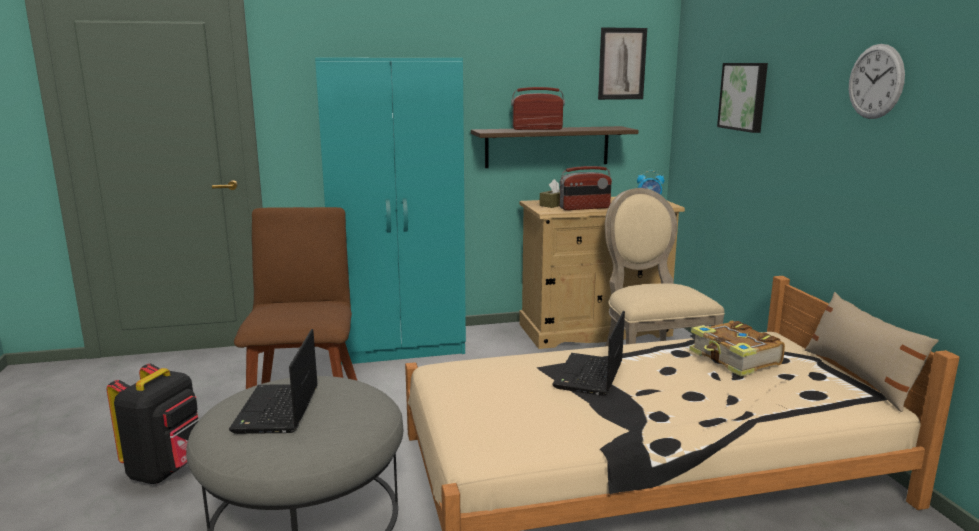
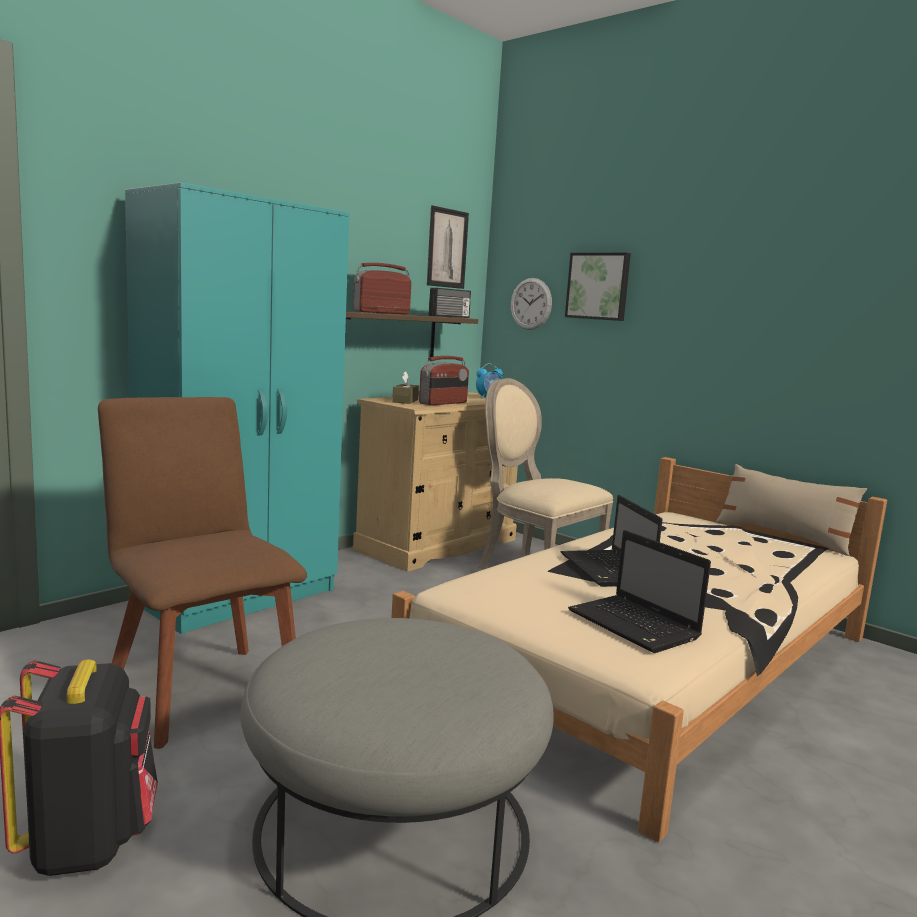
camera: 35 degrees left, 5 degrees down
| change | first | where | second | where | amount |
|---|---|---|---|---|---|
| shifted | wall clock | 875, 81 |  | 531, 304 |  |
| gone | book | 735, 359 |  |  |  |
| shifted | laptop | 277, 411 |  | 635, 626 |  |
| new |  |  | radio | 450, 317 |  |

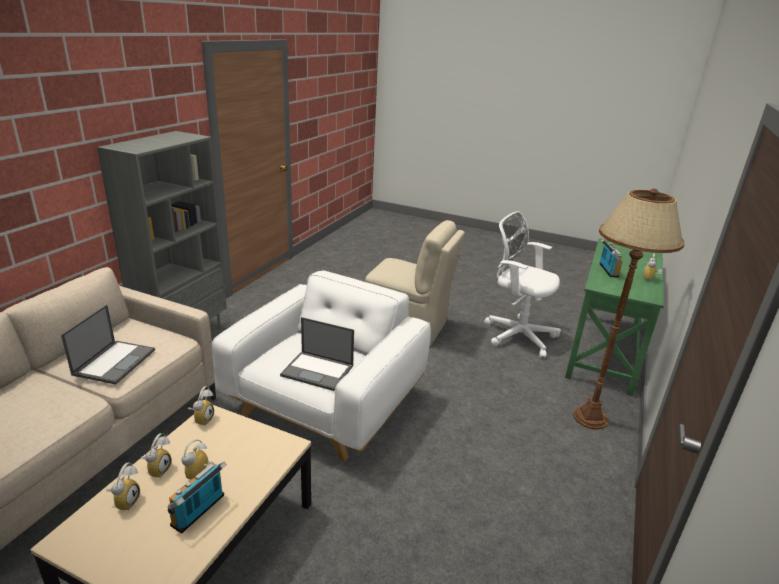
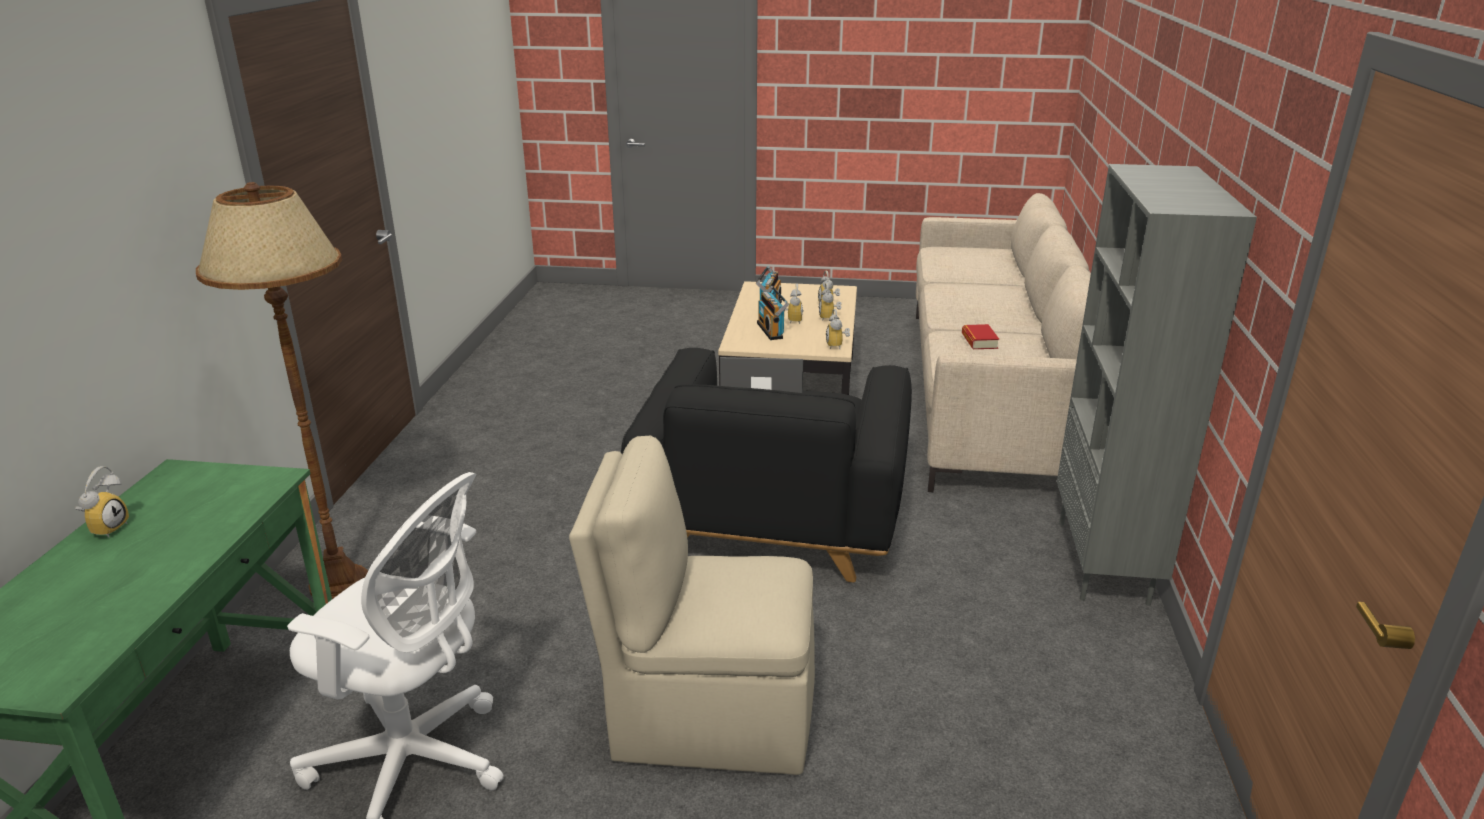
camera: 165 degrees right, 0 degrees up
| change | first | where | second | where | amount |
|---|---|---|---|---|---|
| shifted | radio | 607, 270 |  | 772, 330 |  |
| repainted | white armchair | 326, 403 | black armchair | 773, 517 |  |
| swapped | laptop | 115, 361 | book | 979, 341 |  |

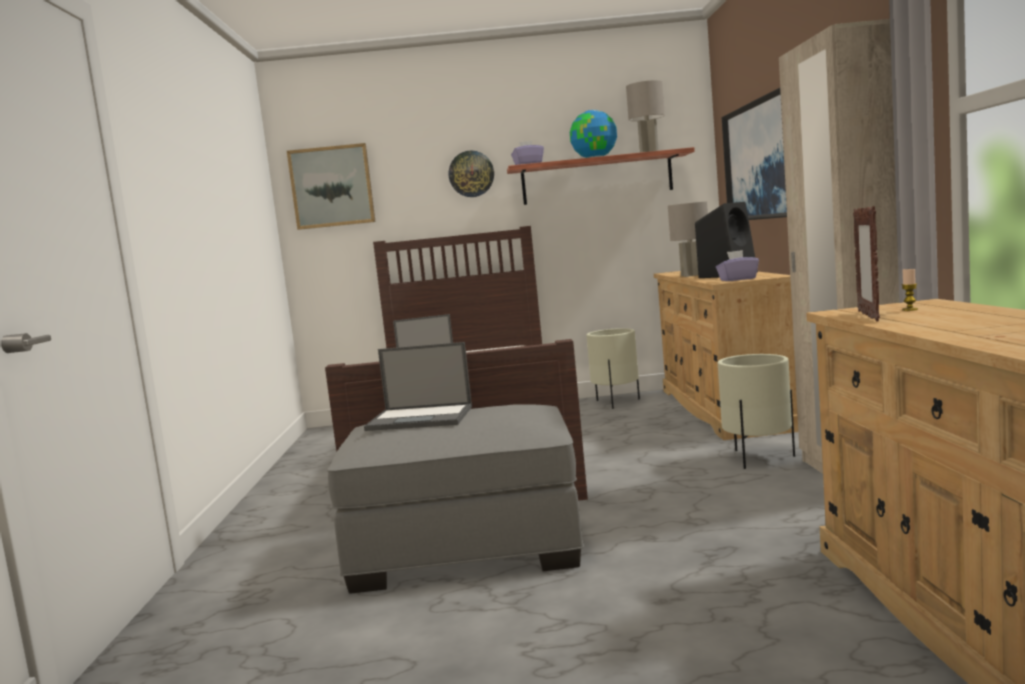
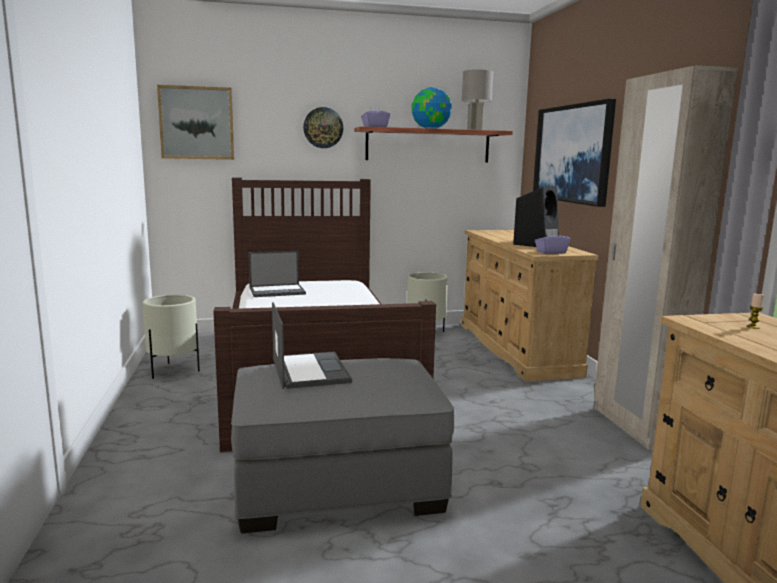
camera: 10 degrees left, 5 degrees up
| change | first | where | second | where | amount |
|---|---|---|---|---|---|
| gone | grey table lamp | 692, 275 |  |  |  |
| gone | picture frame | 868, 316 |  |  |  |
| rotated | laptop | 422, 418 |  | 309, 370 | 105 degrees counterclockwise |
| shifted | beige planter | 757, 458 |  | 173, 371 |  |

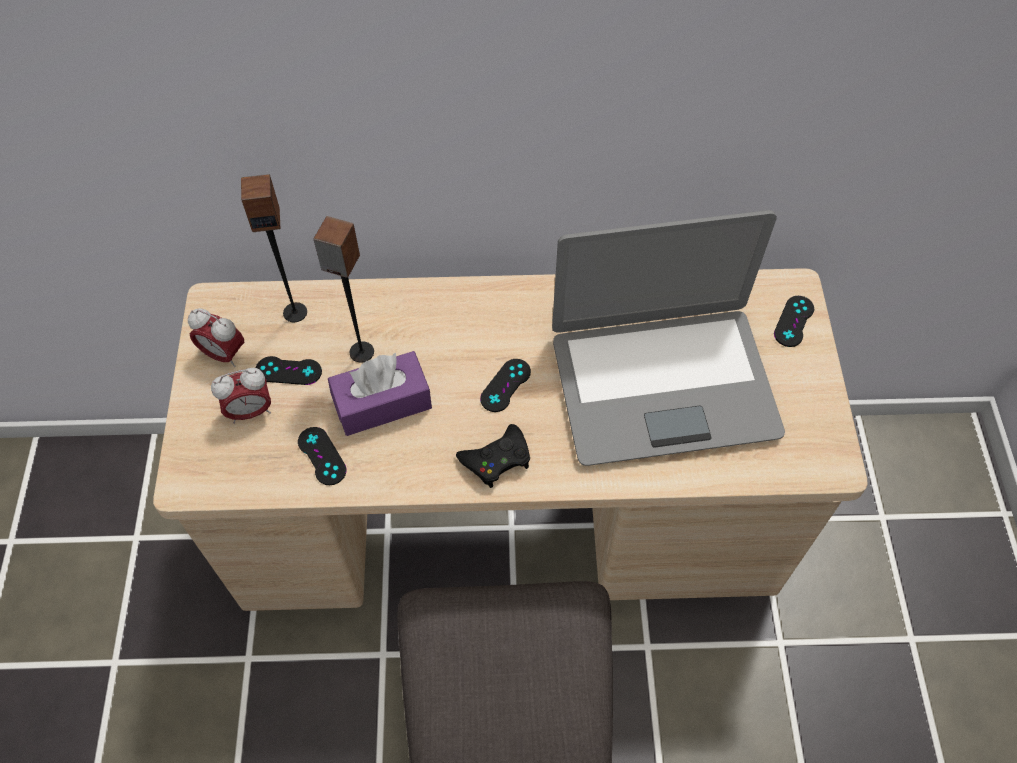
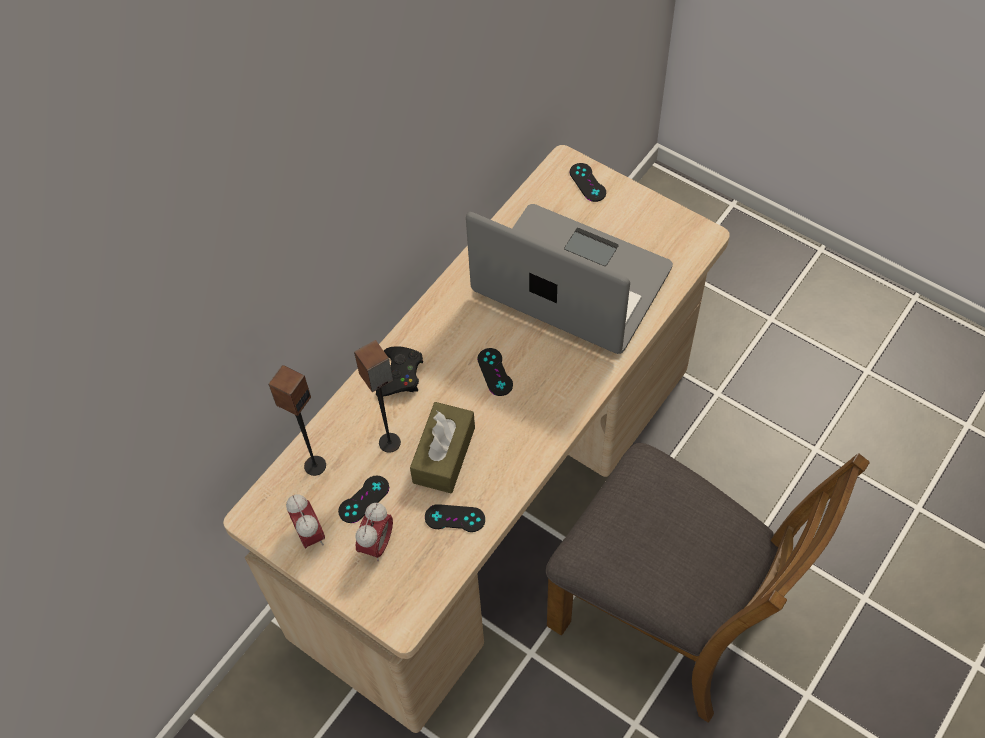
camera: 50 degrees left, 0 degrees up
| change | first | where | second | where | amount |
|---|---|---|---|---|---|
| rotated | laptop | 663, 383 |  | 571, 283 | 90 degrees counterclockwise |
| rotated | alarm clock | 224, 354 |  | 310, 534 | 90 degrees counterclockwise |
| repainted | purple tissue box | 382, 403 | brown tissue box | 444, 455 |  |
| shifted | black game controller | 497, 459 |  | 400, 375 |  |

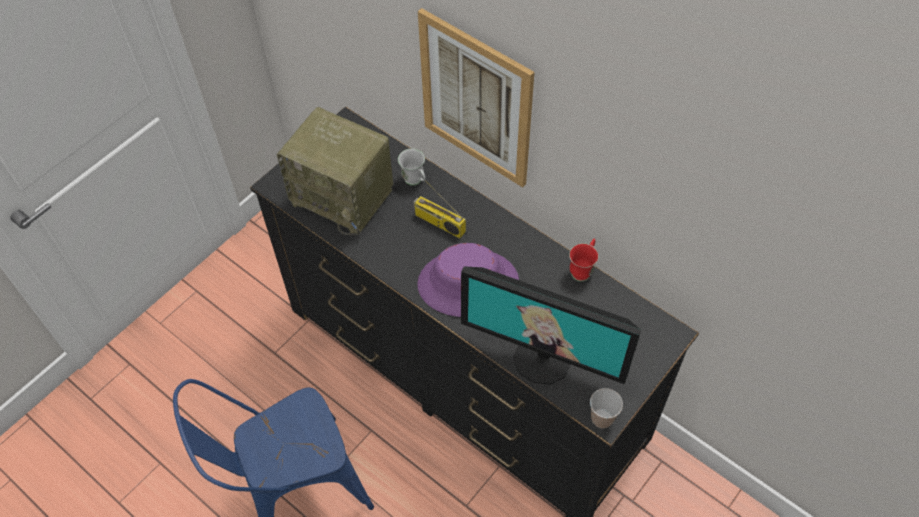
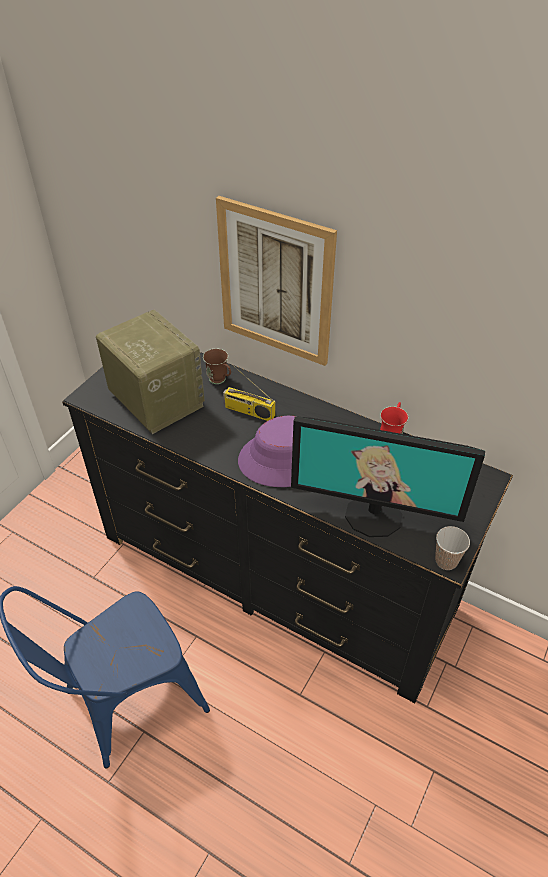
camera: 10 degrees left, 10 degrees down
| change | first | where | second | where | amount |
|---|---|---|---|---|---|
| rotated | radio | 344, 196 |  | 154, 399 | 150 degrees counterclockwise |
| repainted | white mug | 415, 182 | brown mug | 220, 381 |  |

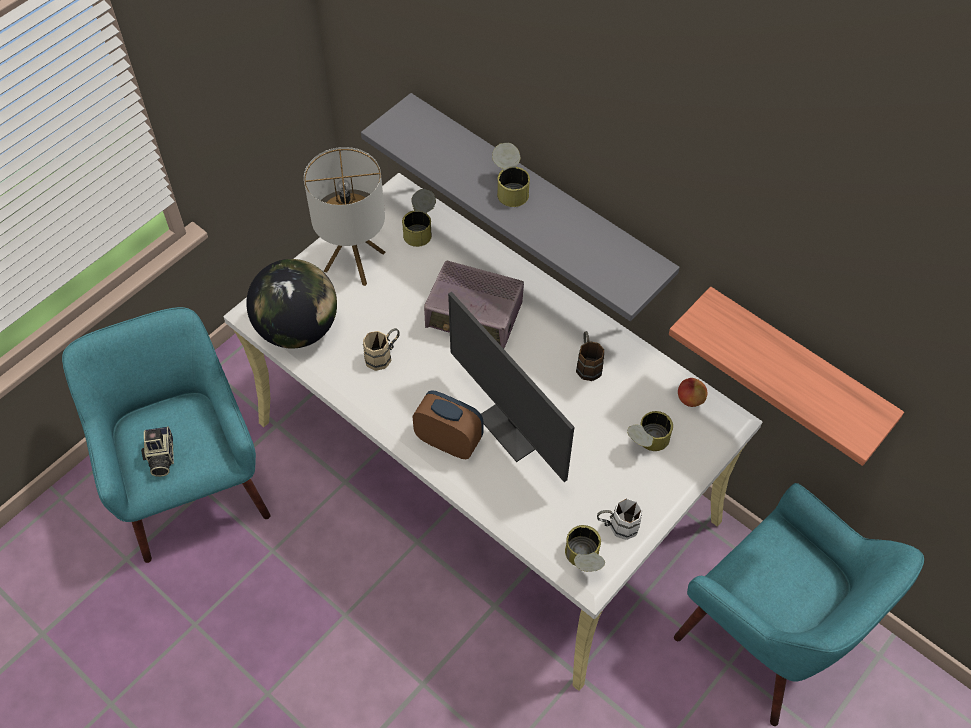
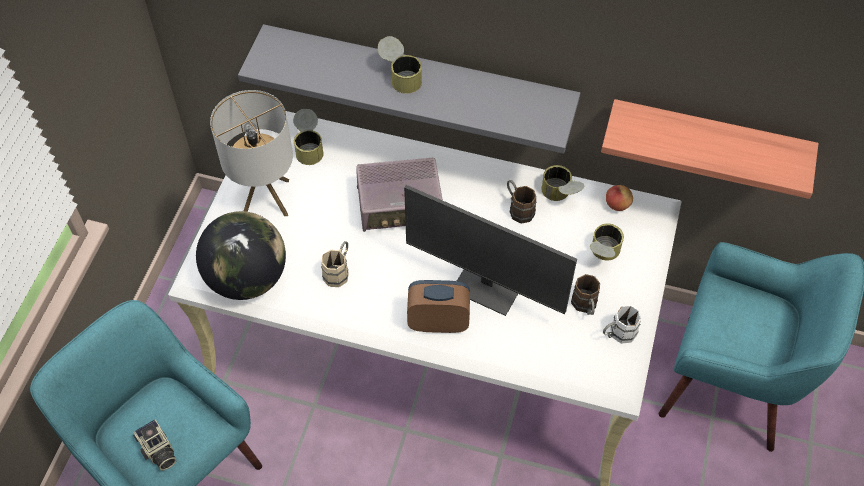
camera: 25 degrees left, 0 degrees up
| change | first | where | second | where | amount |
|---|---|---|---|---|---|
| shifted | can | 583, 561 |  | 560, 195 |  |
| new |  |  | brown mug | 585, 307 |  |

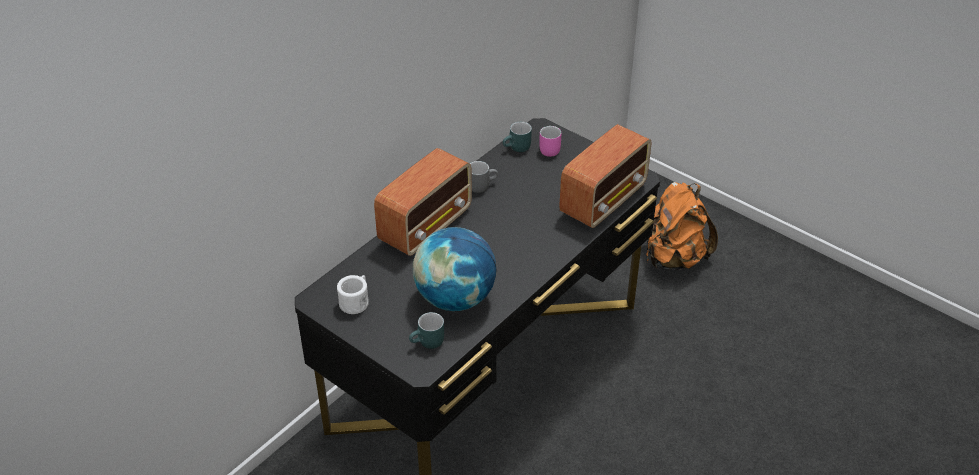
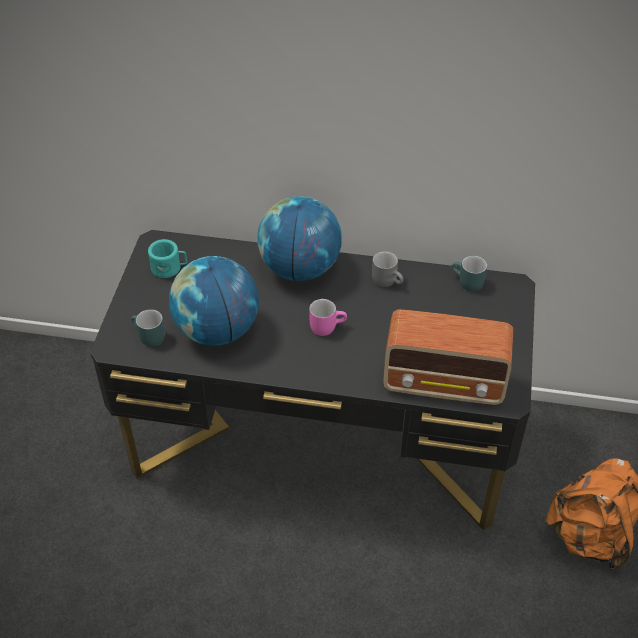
camera: 60 degrees right, 5 degrees up
| change | first | where | second | where | amount |
|---|---|---|---|---|---|
| shifted | pink mug | 549, 148 |  | 326, 326 |  |
| swapped | radio | 426, 225 | globe | 300, 268 |  |
| repainted | white mug | 356, 301 | turquoise mug | 169, 268 |  |

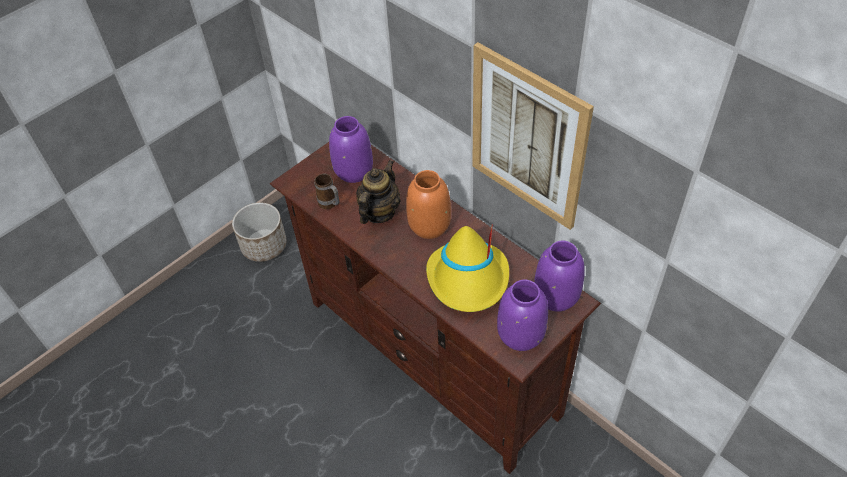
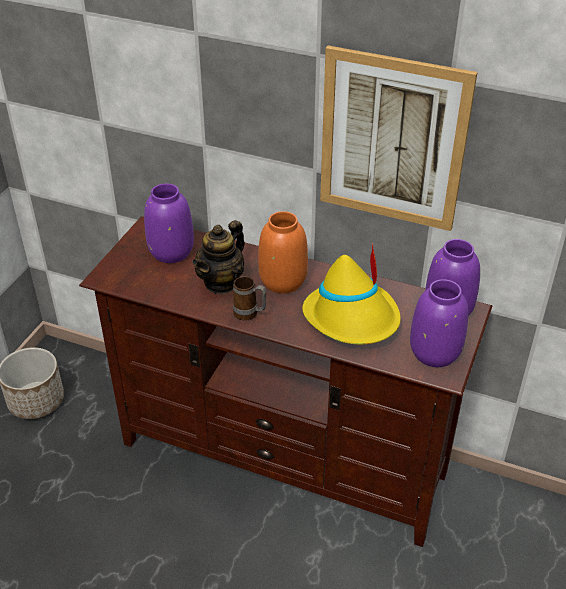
camera: 25 degrees left, 10 degrees down
| change | first | where | second | where | amount |
|---|---|---|---|---|---|
| rotated | teapot | 379, 212 |  | 221, 282 | 150 degrees counterclockwise |
| shifted | mug | 330, 204 |  | 250, 314 |  |

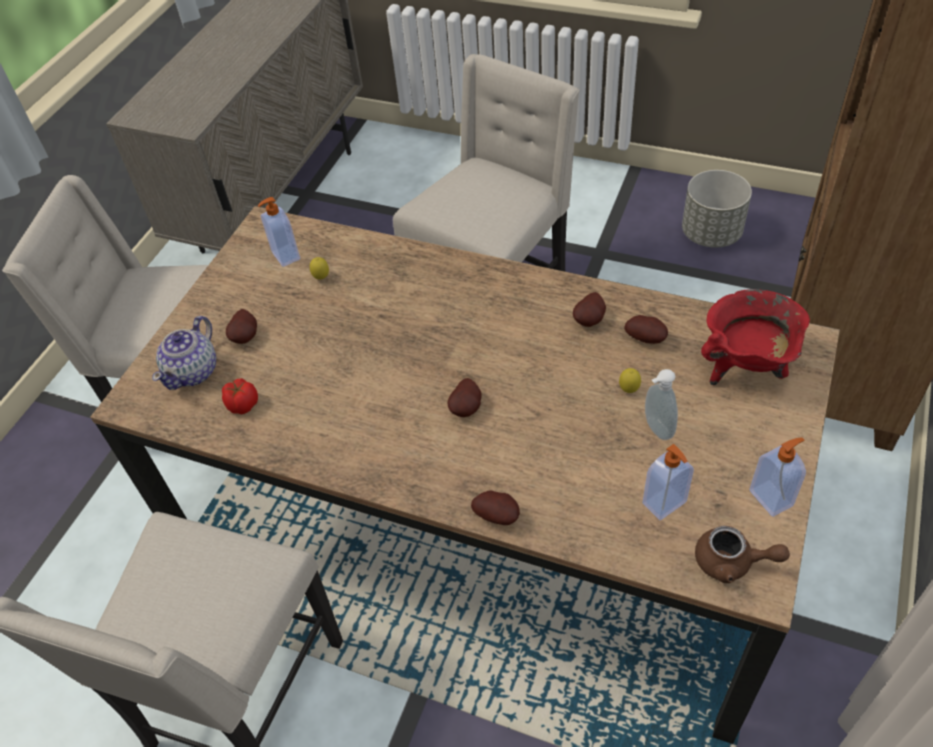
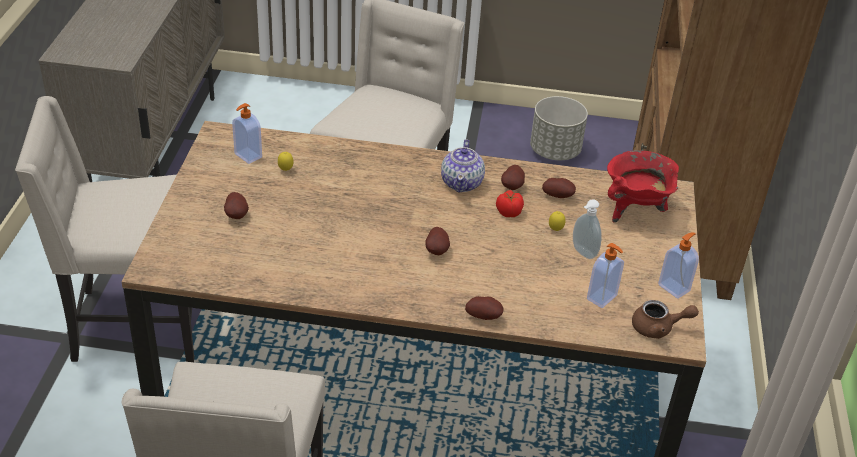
camera: 20 degrees left, 10 degrees down
| change | first | where | second | where | amount |
|---|---|---|---|---|---|
| shifted | teapot | 193, 371 |  | 462, 183 |  |
| shifted | tomato | 242, 404 |  | 508, 212 |  |

